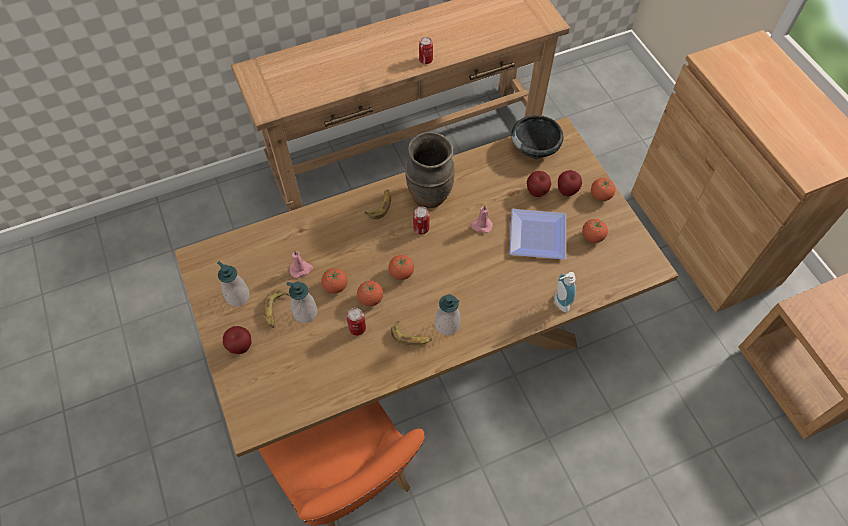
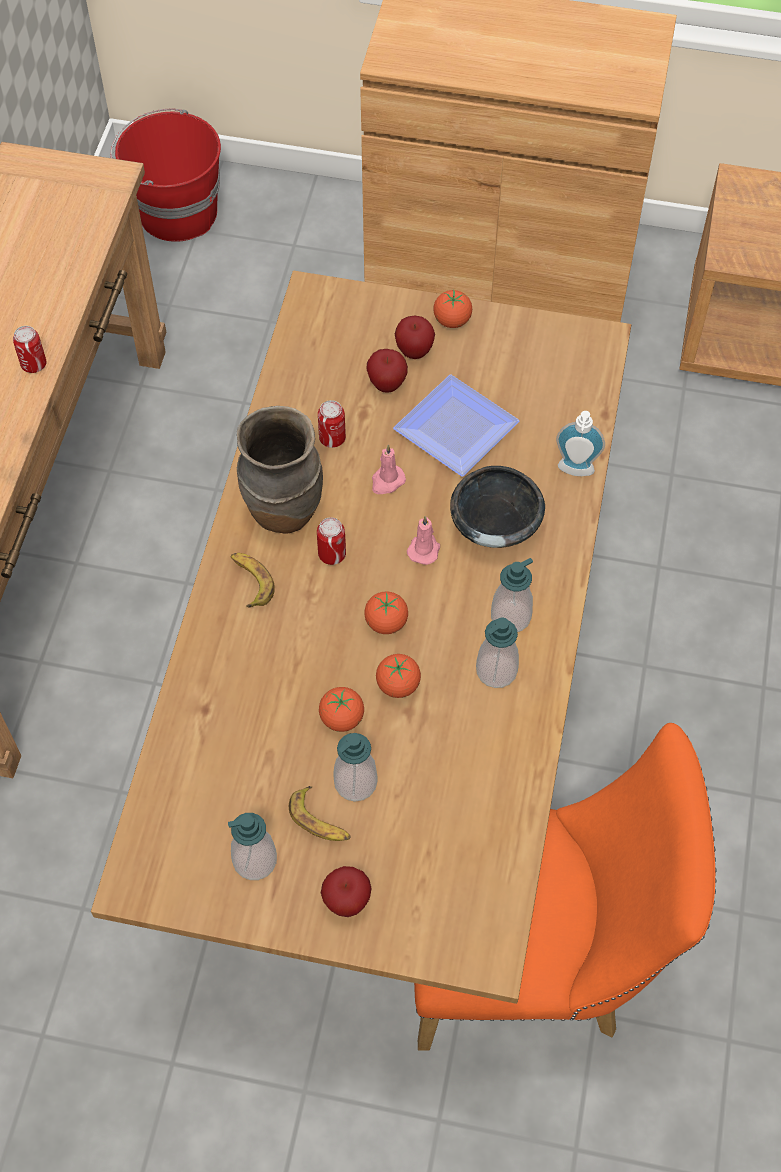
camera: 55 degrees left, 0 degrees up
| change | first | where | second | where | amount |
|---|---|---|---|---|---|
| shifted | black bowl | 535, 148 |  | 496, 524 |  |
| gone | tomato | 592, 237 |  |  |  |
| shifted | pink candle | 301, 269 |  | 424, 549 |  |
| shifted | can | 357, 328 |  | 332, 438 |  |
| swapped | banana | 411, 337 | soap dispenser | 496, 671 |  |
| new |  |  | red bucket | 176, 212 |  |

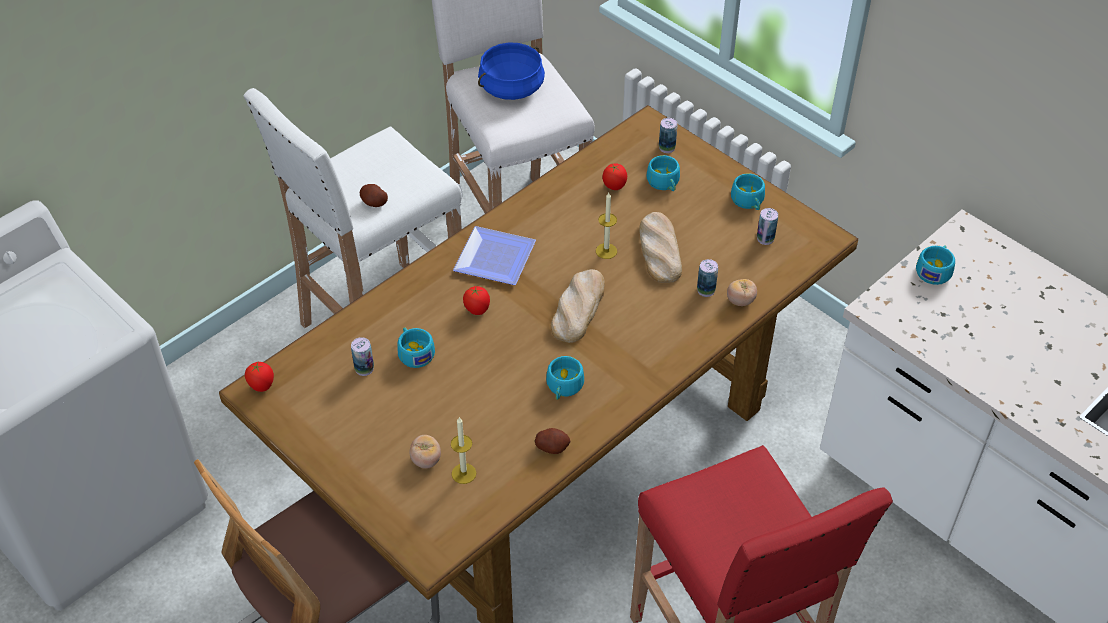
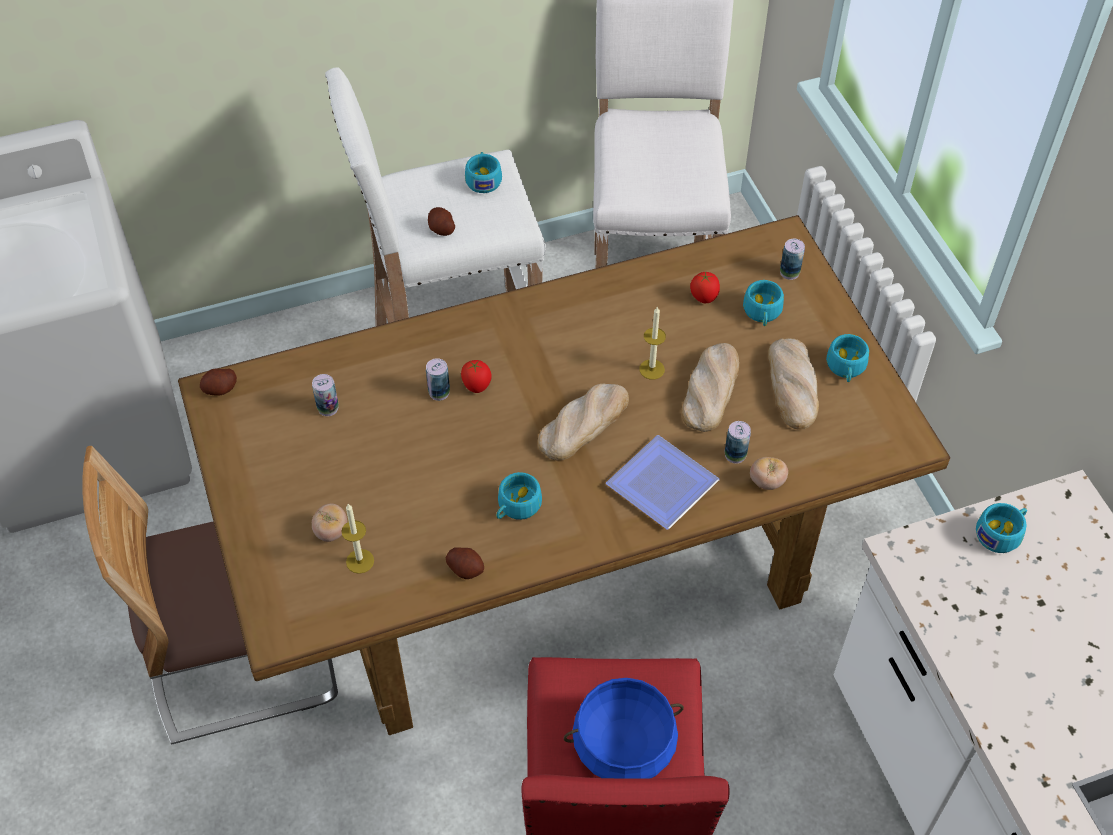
camera: 25 degrees right, 5 degrees up
| change | first | where | second | where | amount |
|---|---|---|---|---|---|
| shifted | blue cooking pot | 511, 87 |  | 624, 743 |  |
| shifted | can | 765, 238 |  | 439, 392 |  |
| shifted | plate | 496, 260 |  | 662, 488 |  |
| shifted | turquoise cup | 414, 352 |  | 483, 179 |  |
| swapped | tomato | 262, 386 | potato | 220, 389 |  |
| new |  |  | bread | 793, 386 |  |

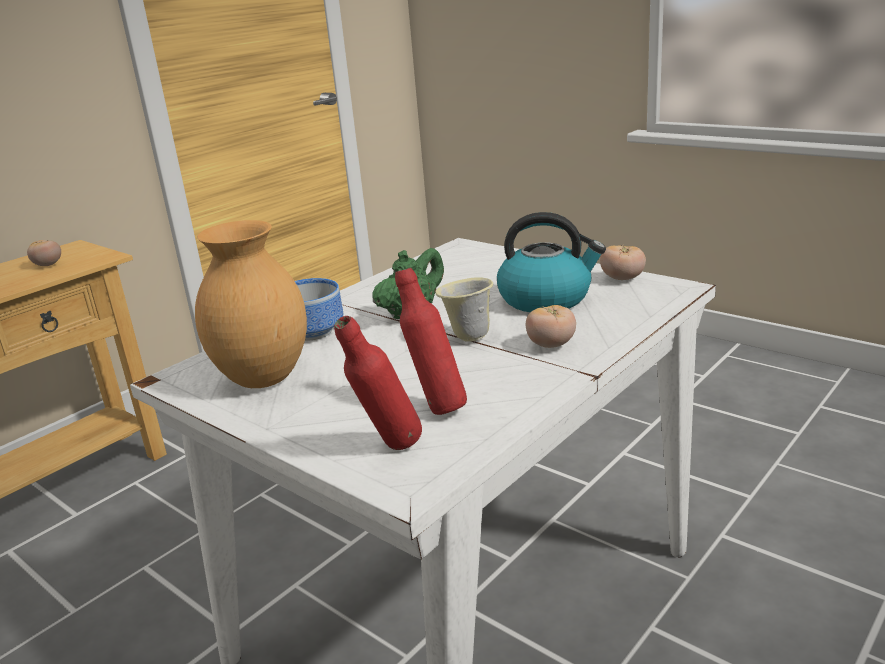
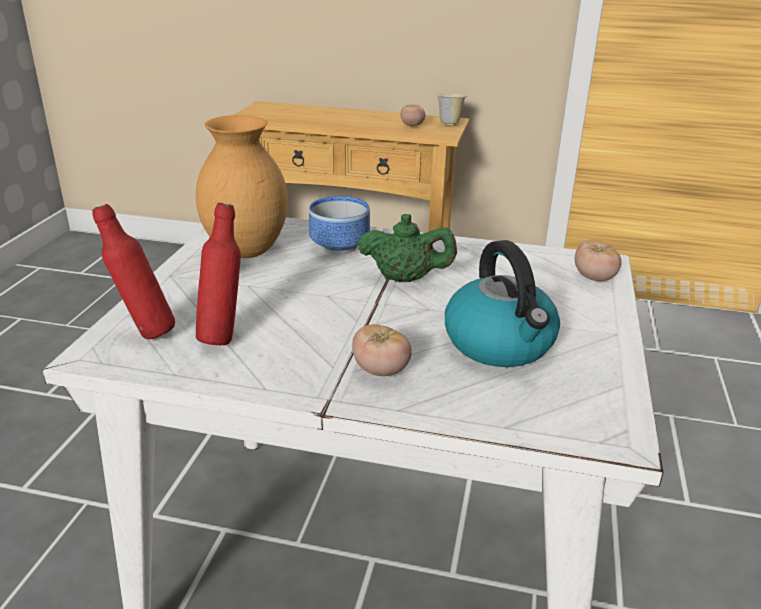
camera: 60 degrees right, 5 degrees up
| change | first | where | second | where | amount |
|---|---|---|---|---|---|
| shifted | tomato | 622, 279 |  | 594, 278 |  |
| shifted | beige mug | 467, 337 |  | 449, 124 |  |

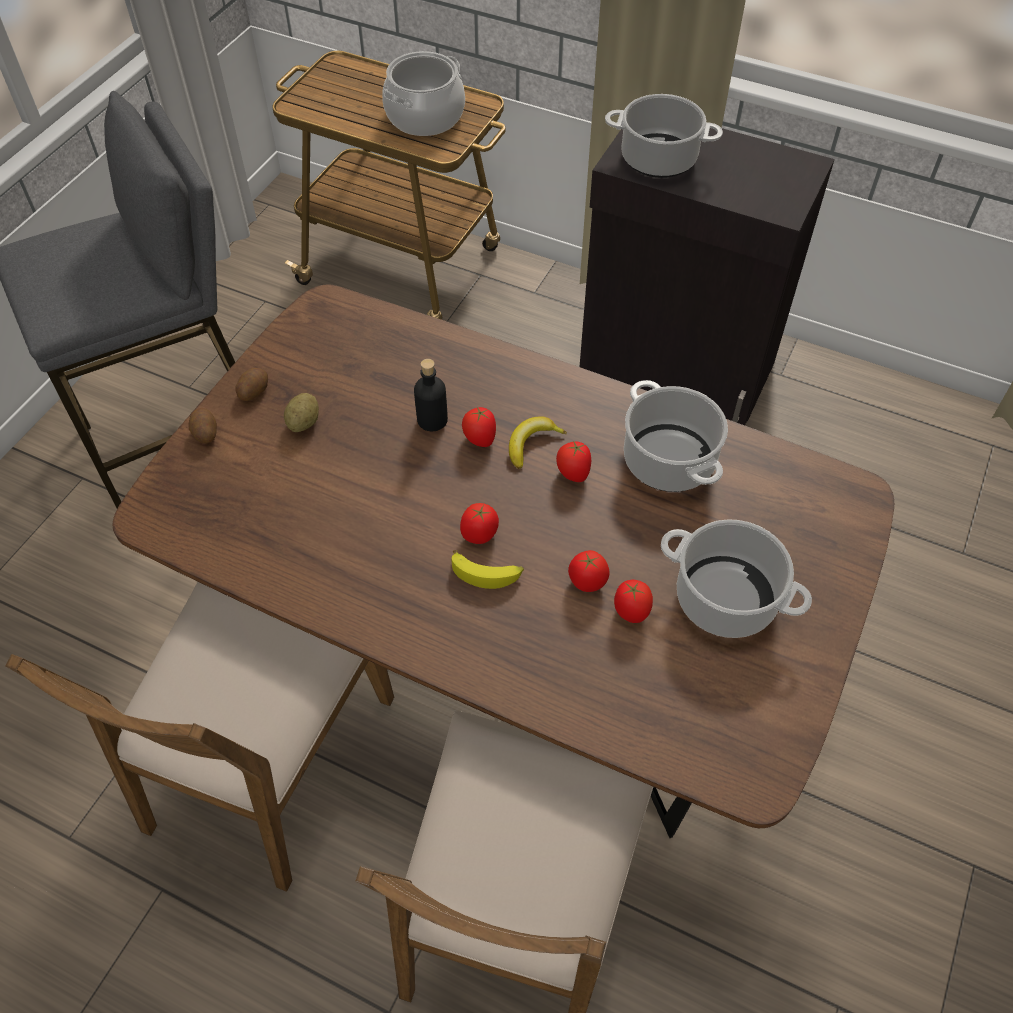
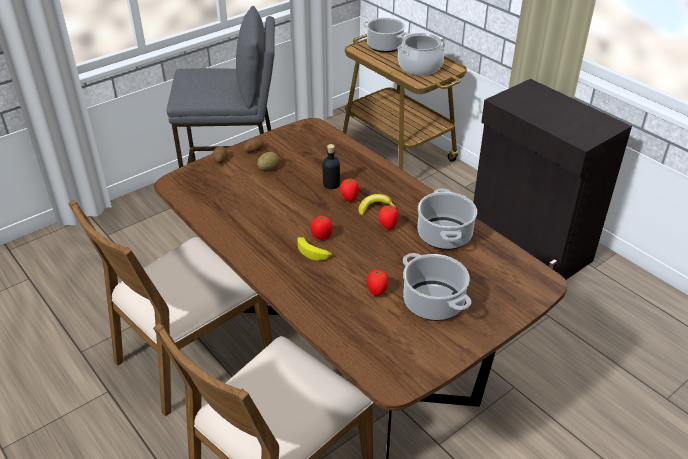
camera: 25 degrees right, 15 degrees down
| change | first | where | second | where | amount |
|---|---|---|---|---|---|
| shifted | cooking pot | 657, 159 |  | 384, 46 |  |
| gone | tomato | 587, 583 |  |  |  |

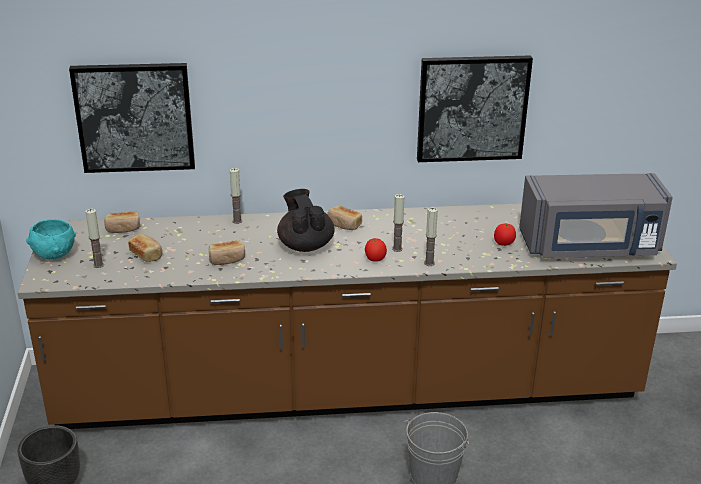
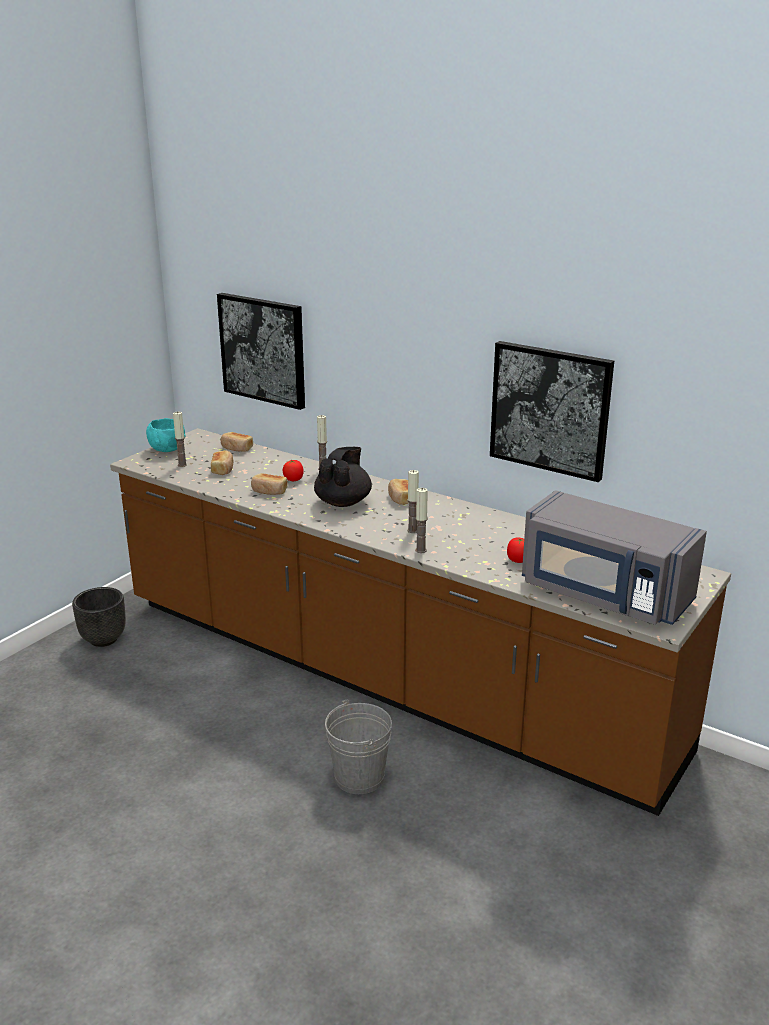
camera: 40 degrees right, 5 degrees down
| change | first | where | second | where | amount |
|---|---|---|---|---|---|
| shifted | tomato | 375, 259 |  | 293, 479 |  |

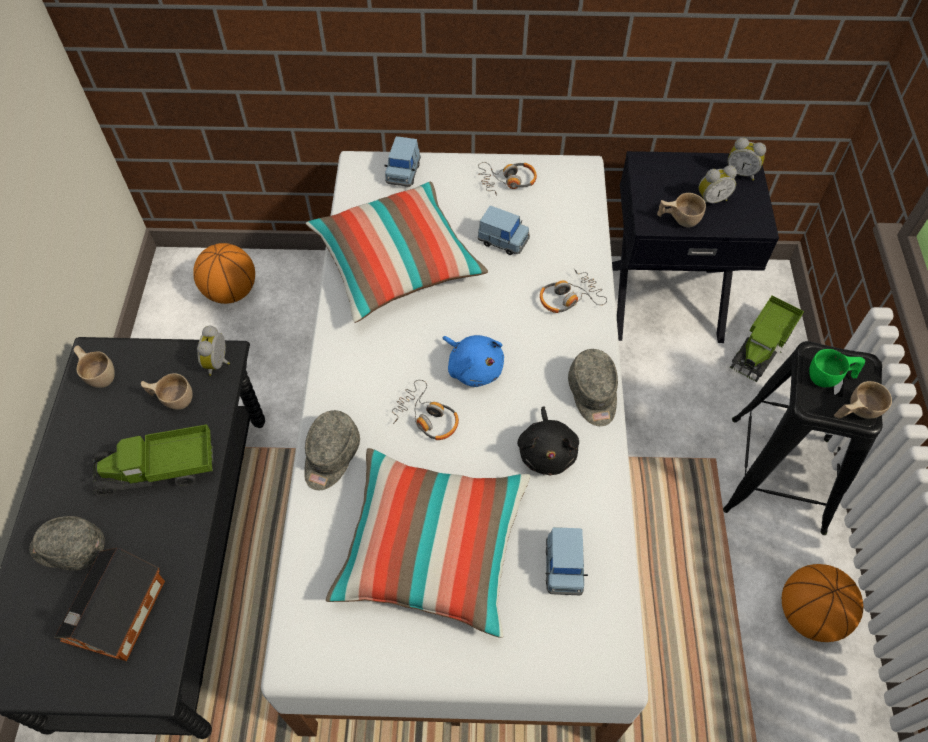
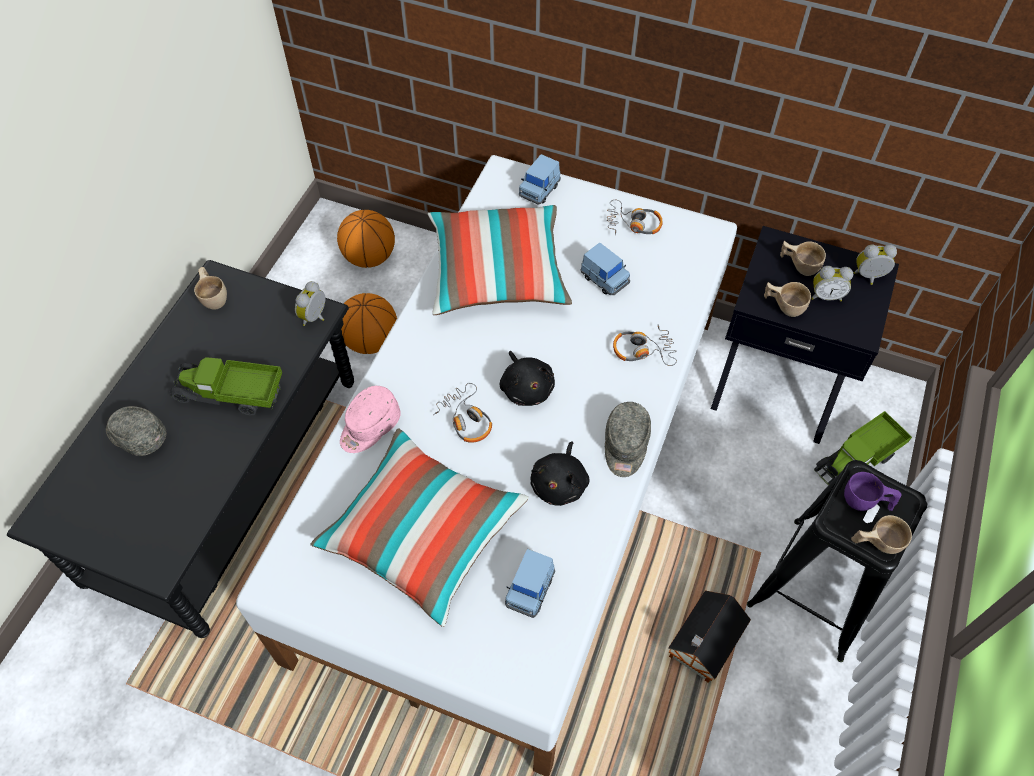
camera: 20 degrees right, 0 degrees up
| change | first | where | second | where | amount |
|---|---|---|---|---|---|
| rotated | alarm clock | 740, 173 |  | 869, 277 | 135 degrees clockwise |
| repainted | blue plush toy | 473, 368 | black plush toy | 526, 388 |  |
| repainted | green cup | 830, 378 | purple cup | 866, 502 |  |
| shifted | beige cup | 172, 399 |  | 798, 265 |  |
| repainted | grey cap | 330, 456 | pink cap | 369, 426 |  |
| shifted | toy house | 118, 616 |  | 702, 645 |  |
| shifted | basketball | 808, 614 |  | 370, 341 |  |

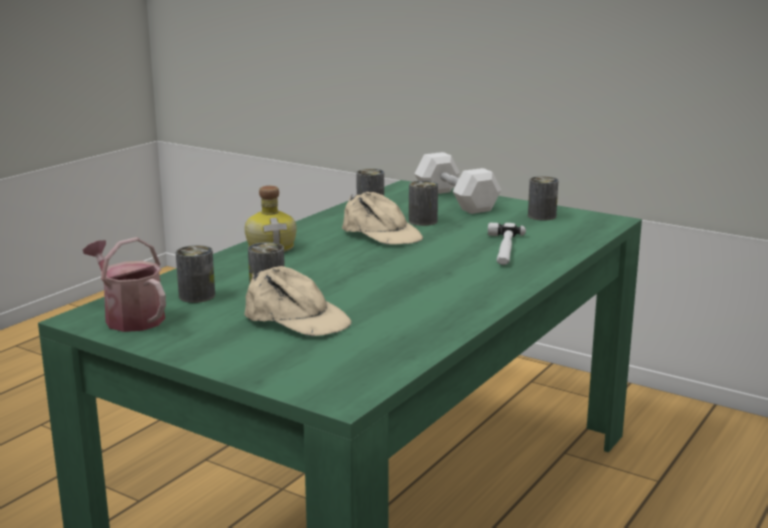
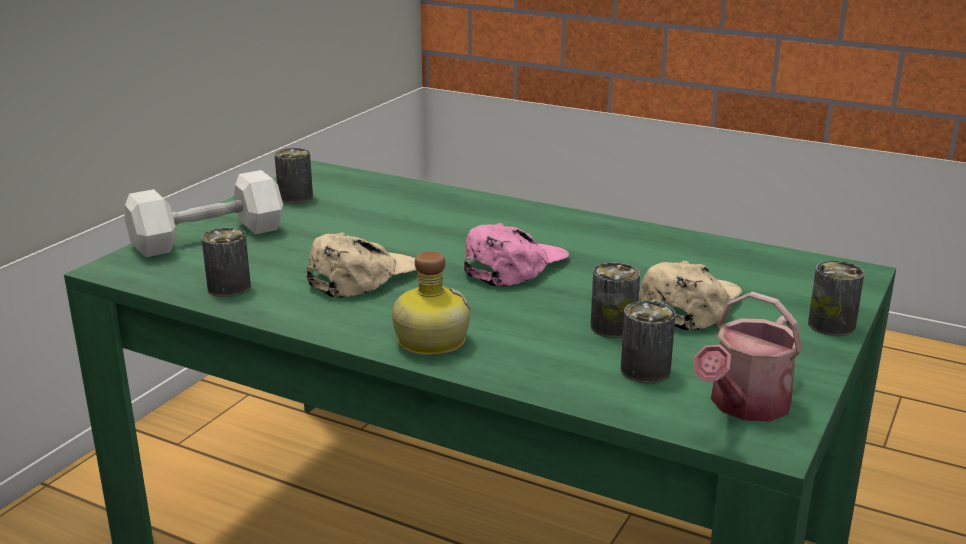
camera: 95 degrees left, 5 degrees up
| change | first | where | second | where | amount |
|---|---|---|---|---|---|
| shifted | can | 423, 221 |  | 831, 325 |  |
| gone | hammer | 503, 249 |  |  |  |
| new |  |  | pink cap | 514, 265 |  |

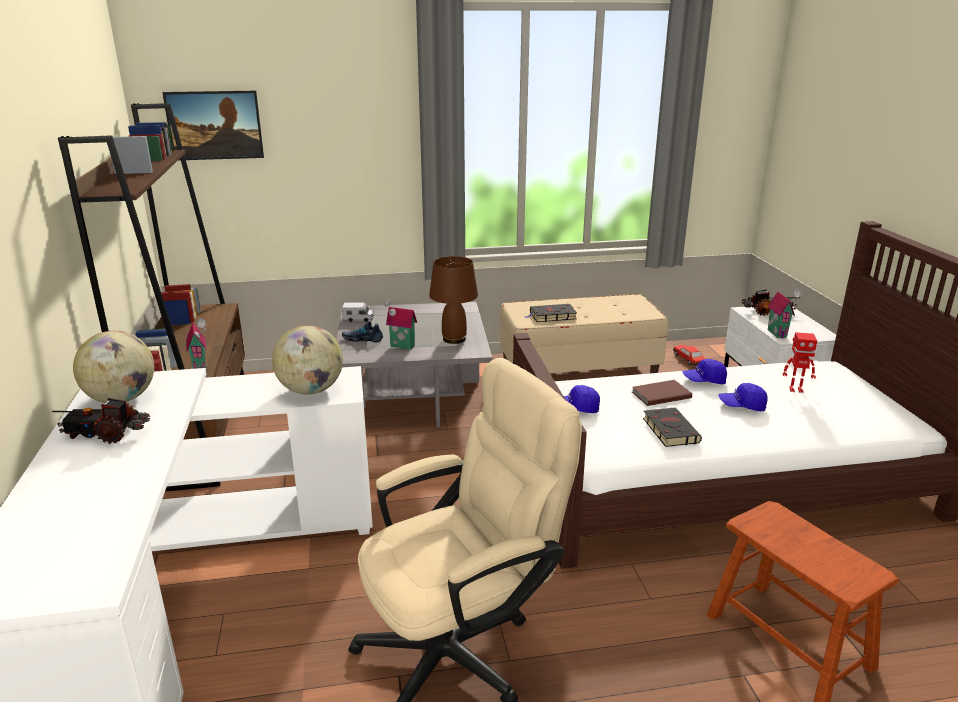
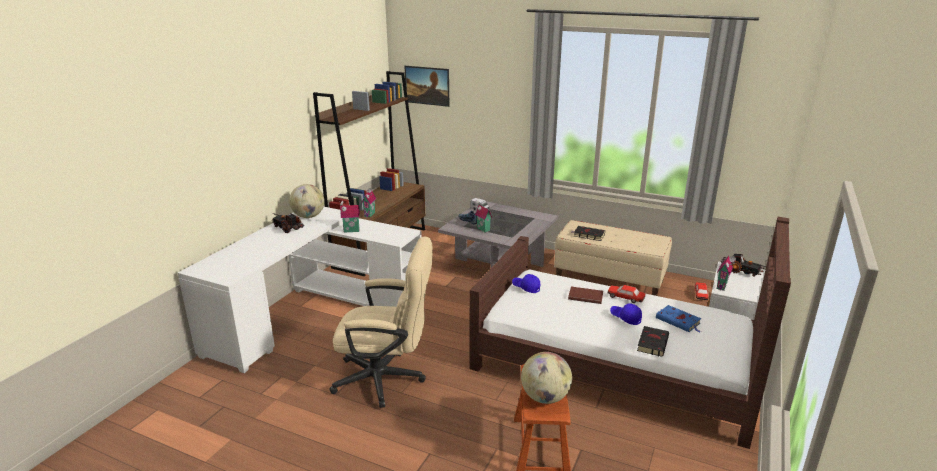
camera: 35 degrees right, 0 degrees up
| change | first | where | second | where | amount |
|---|---|---|---|---|---|
| gone | brown table lamp | 454, 339 |  |  |  |
| shifted | globe | 311, 390 |  | 545, 397 |  |
| swapped | toy robot | 795, 389 | blue book | 679, 321 |  |
| swapped | blue cap | 704, 381 | toy car | 625, 298 |  |
| shifted | black book | 669, 430 |  | 652, 343 |  |
| new |  |  | toy house | 351, 231 |  |

